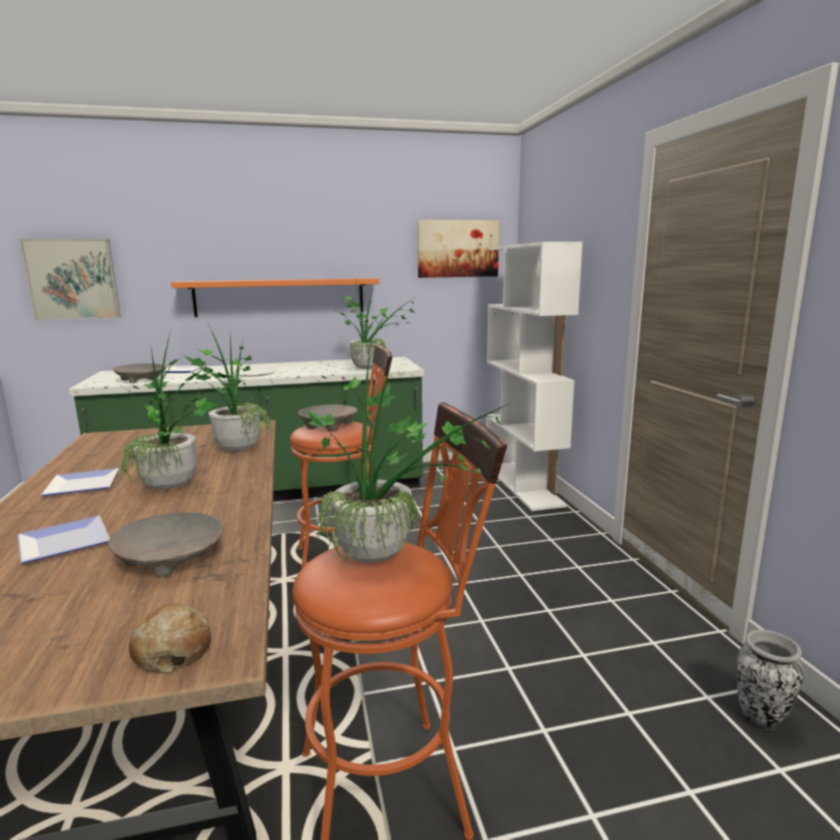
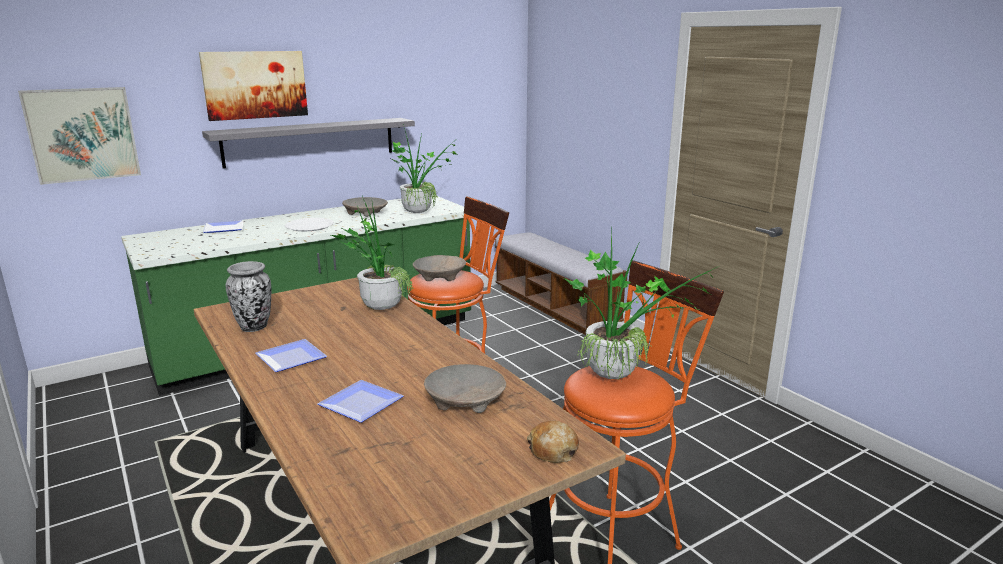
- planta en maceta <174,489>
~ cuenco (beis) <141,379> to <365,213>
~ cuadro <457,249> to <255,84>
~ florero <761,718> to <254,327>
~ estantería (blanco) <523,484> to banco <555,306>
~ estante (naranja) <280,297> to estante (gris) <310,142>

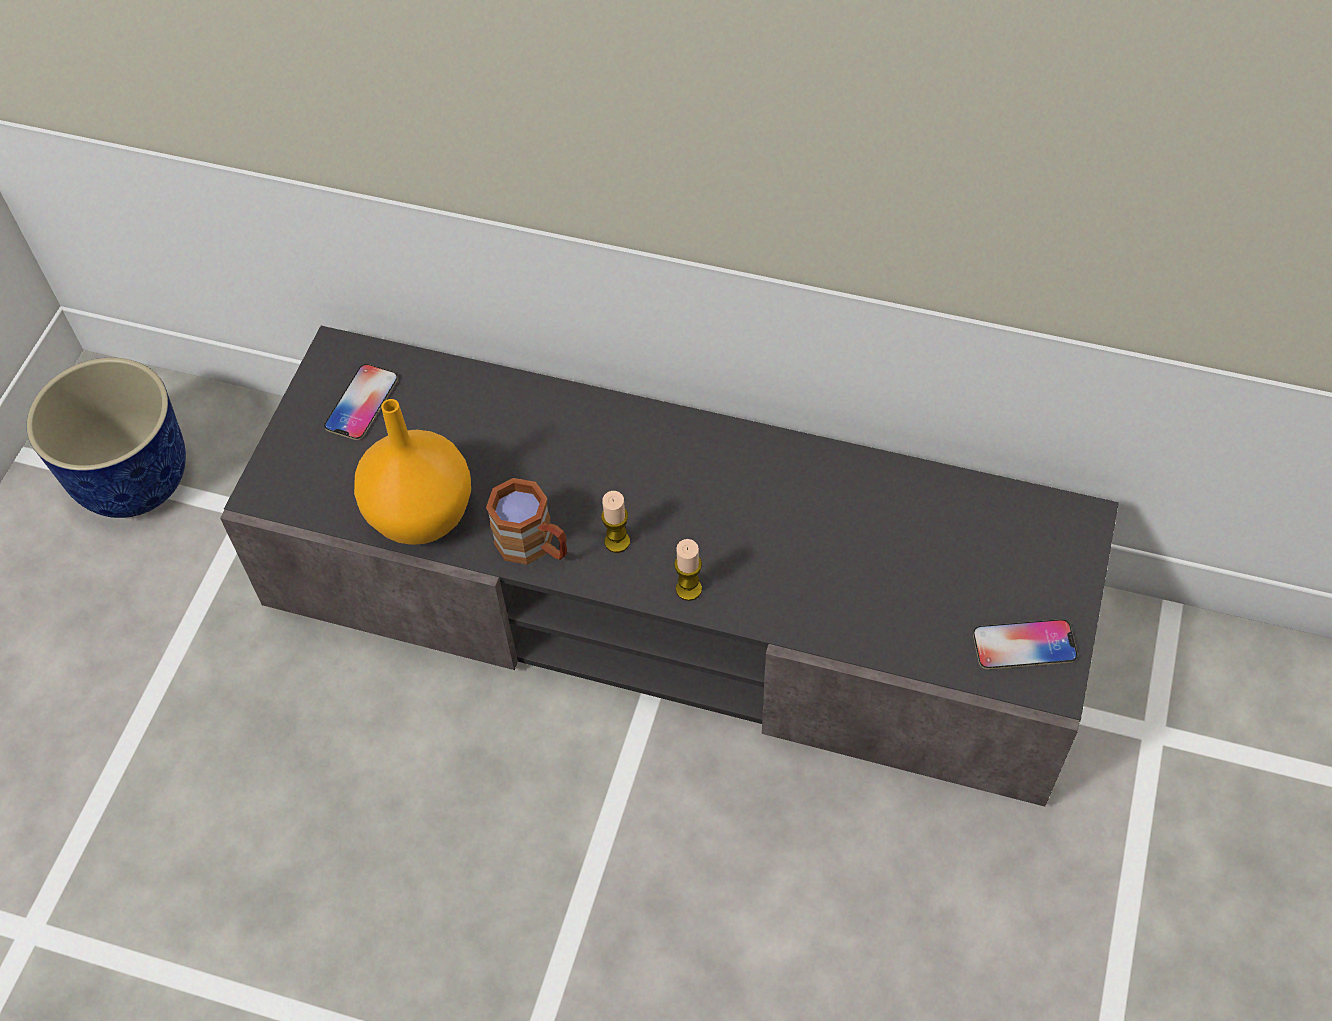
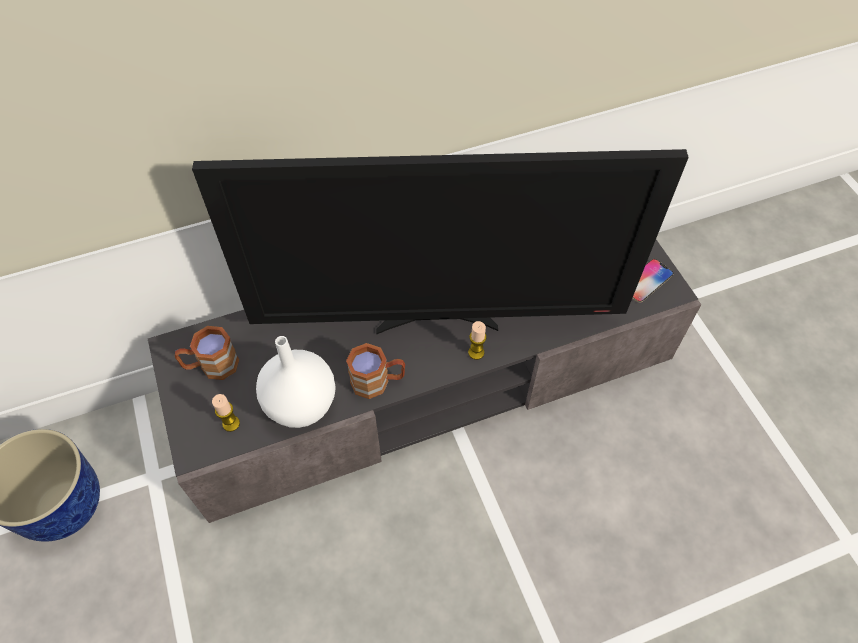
+ televisor <438,320>
~ vela <617,541> to <231,423>
~ móvil <362,403> to taza grande (marrón) <211,366>
~ florero (naranja) <421,518> to florero (blanco) <302,406>

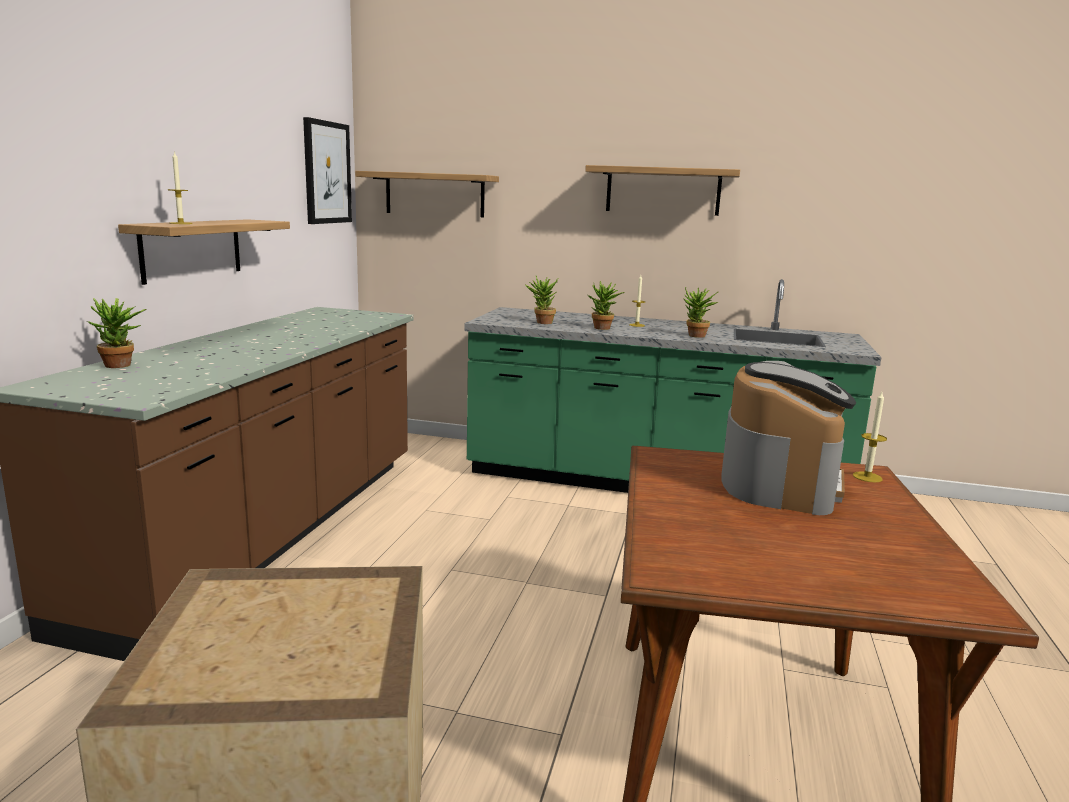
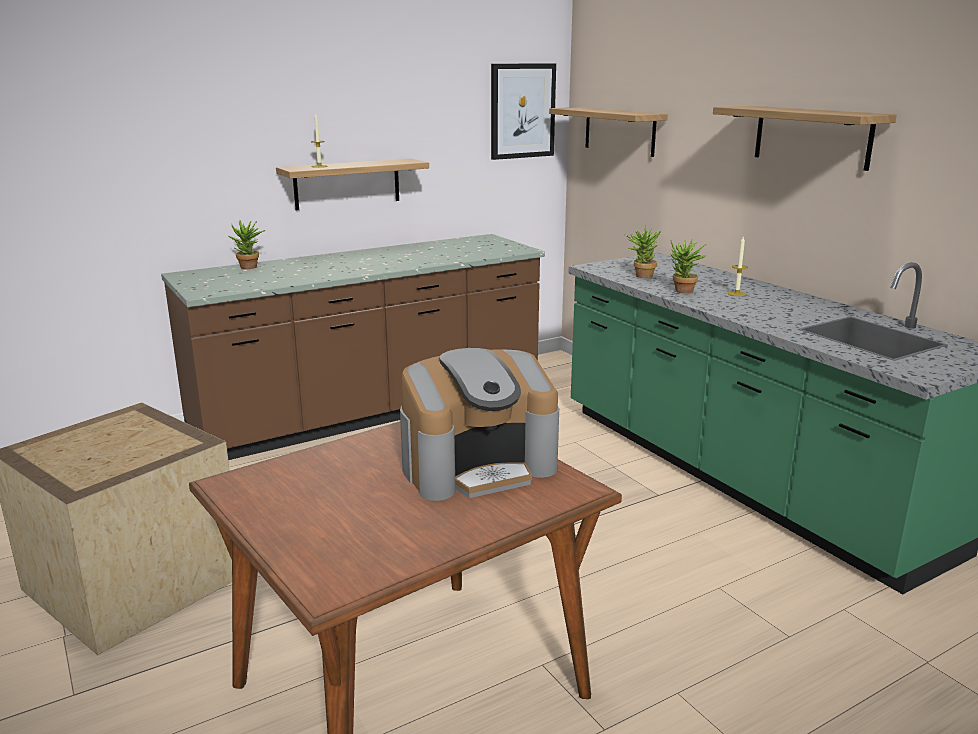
- planta en maceta <695,336>
- vela <867,477>

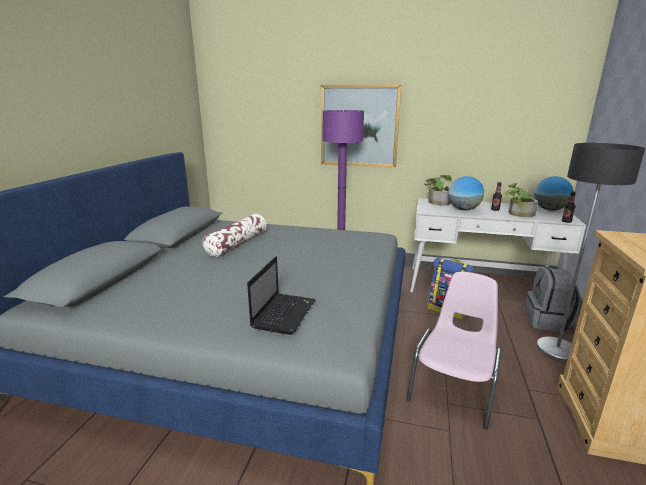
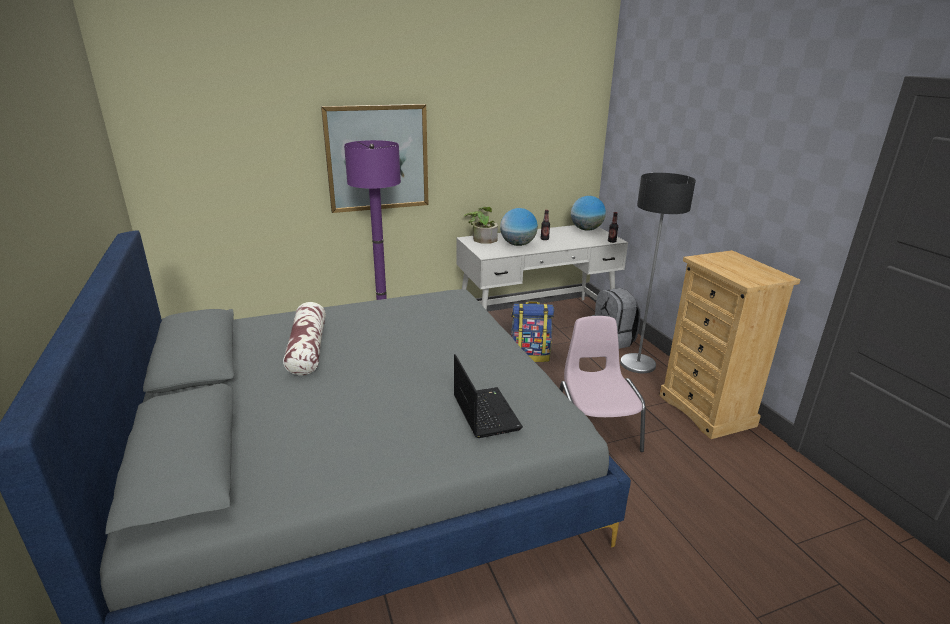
- planta en maceta <517,214>

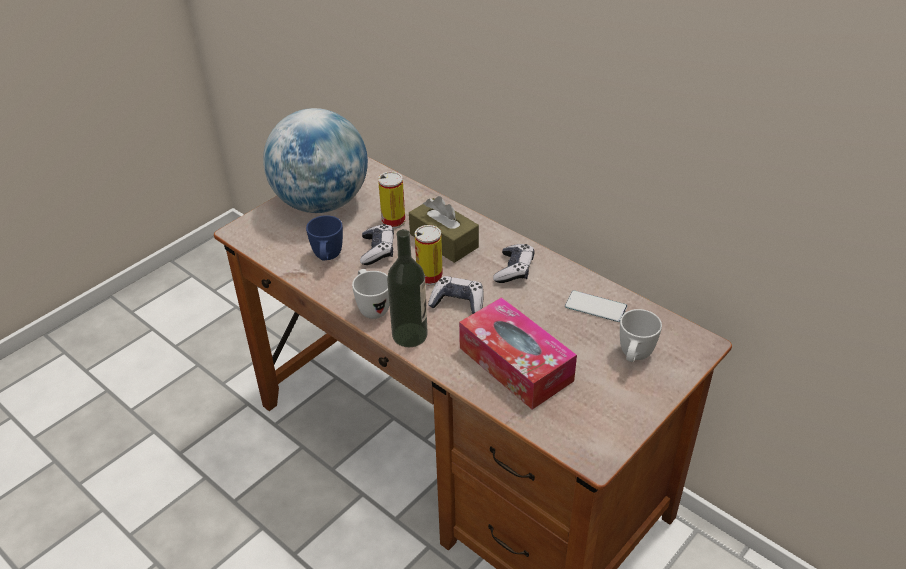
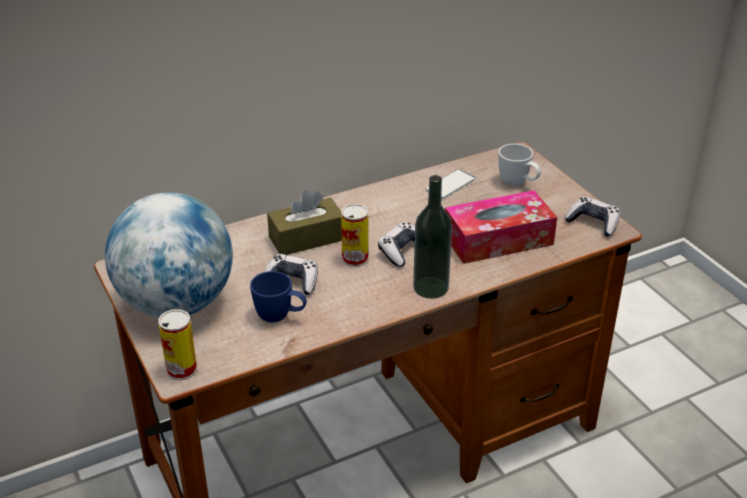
- taza grande (blanco) <371,307>
~ lata <393,221> to <181,369>
~ mando de consola <514,270> to <593,223>

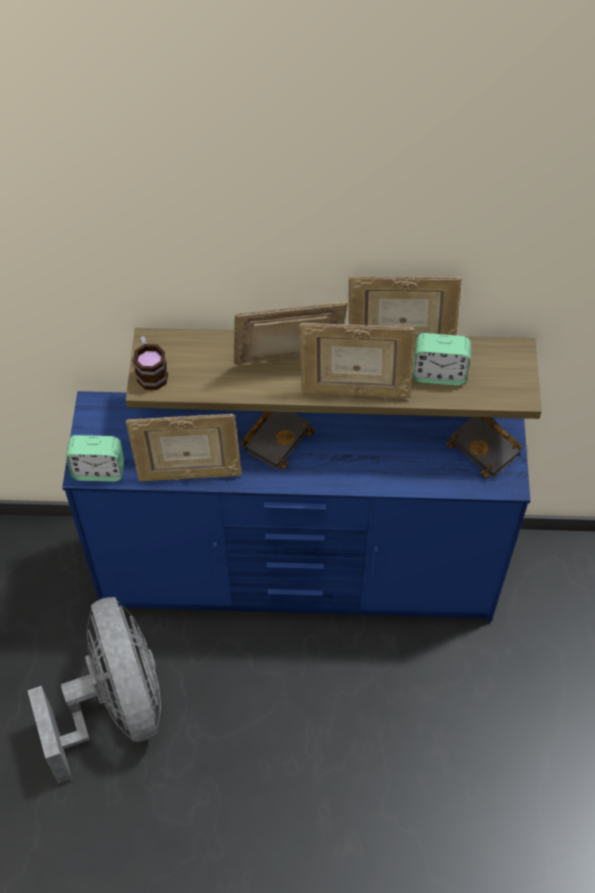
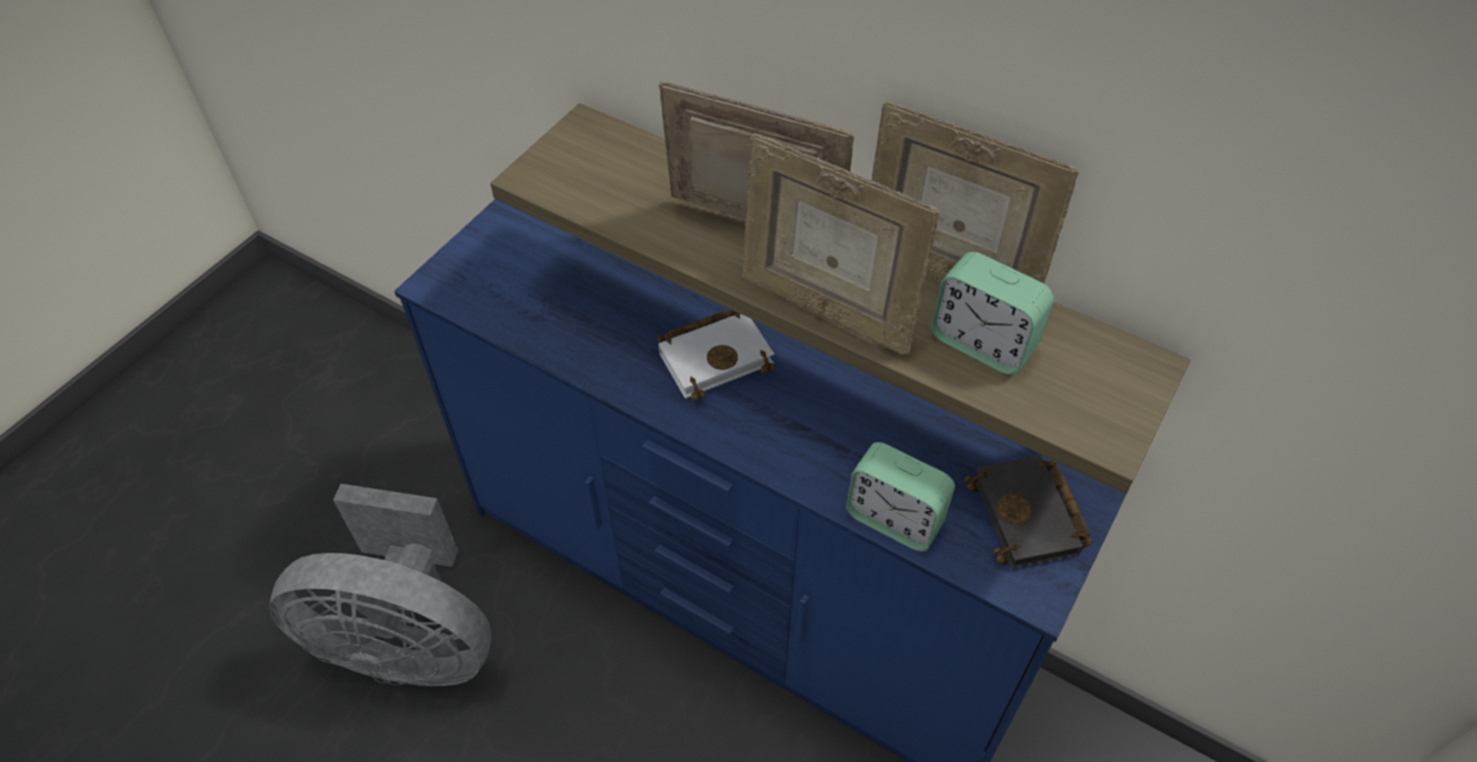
- portarretratos <188,473>
- taza grande <150,372>
~ despertador <98,471> to <894,519>
~ libro (negro) <276,438> to libro (blanco) <716,356>
~ ventilador (gris) <115,707> = <410,641> 90 degrees clockwise

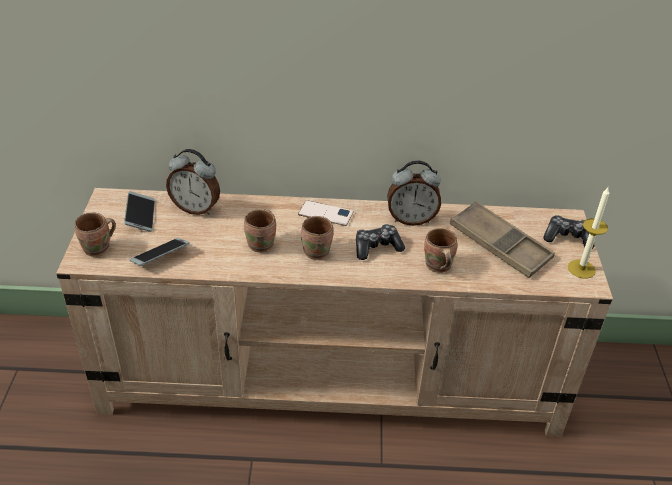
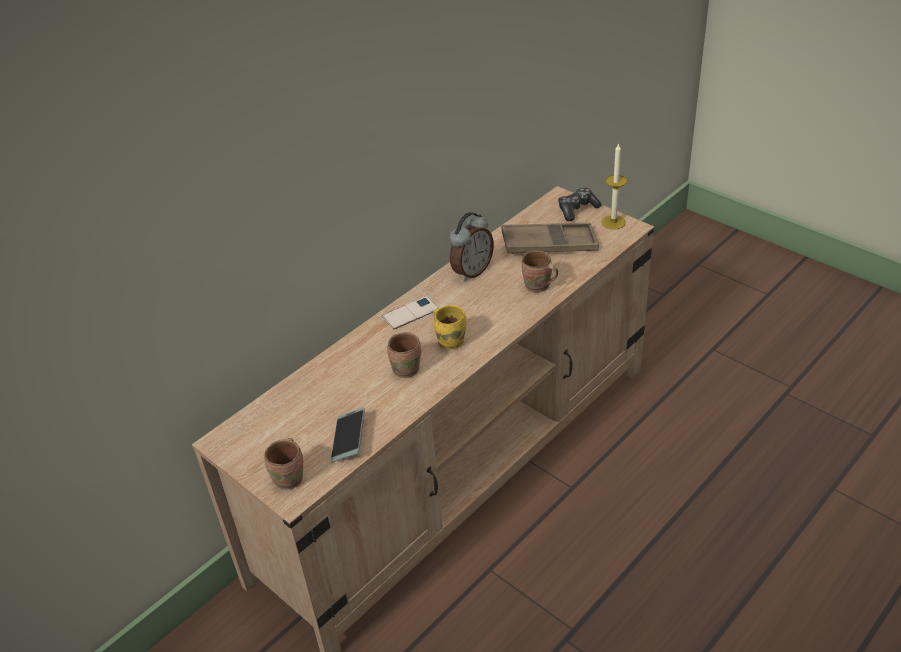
- móvil <140,216>
- despertador <196,208>
- mando de consola <377,247>
~ taza grande (marrón) <318,251> to taza grande (amarillo) <451,340>

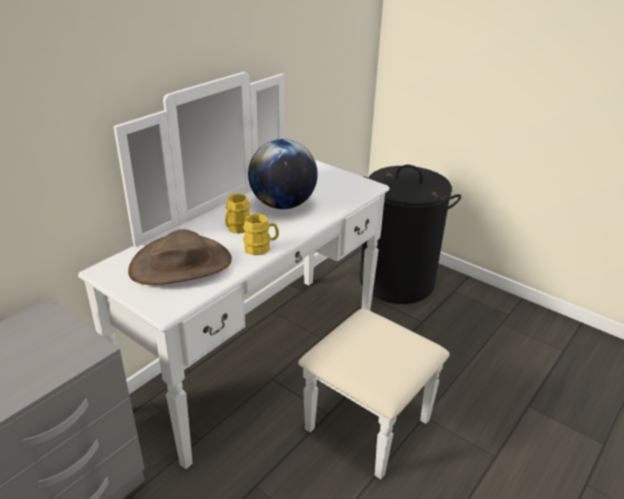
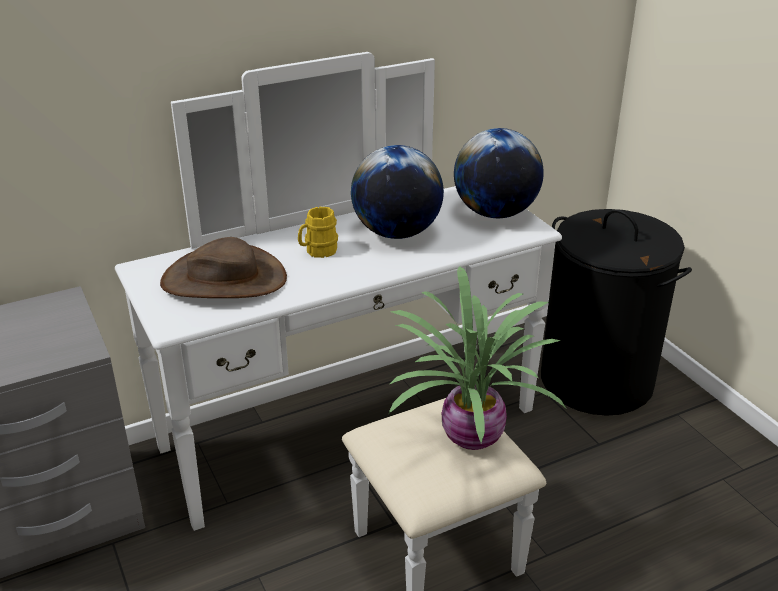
- taza grande (amarillo) <261,248>
+ planta en maceta <471,434>
+ globo terráqueo <495,213>

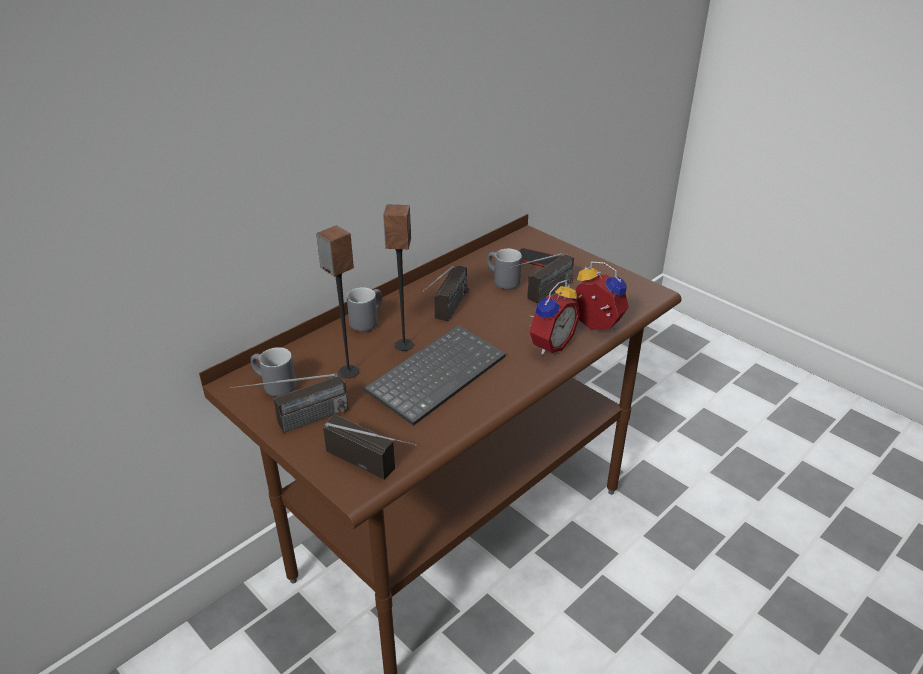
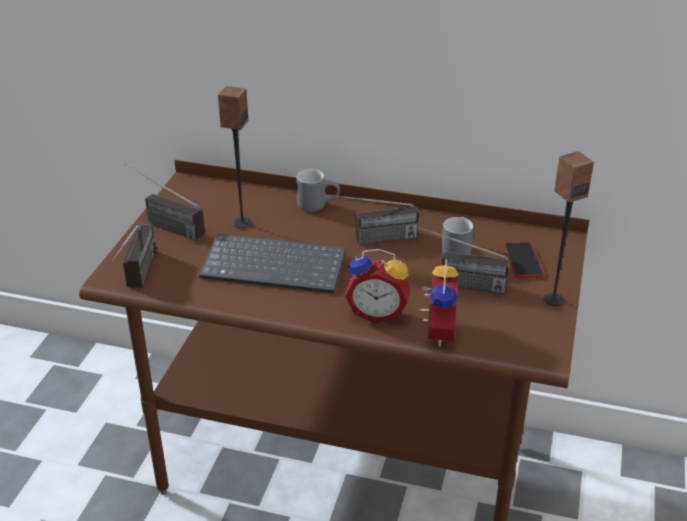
- taza grande (gris) <273,387>
~ altavoz <403,345> to <553,299>

